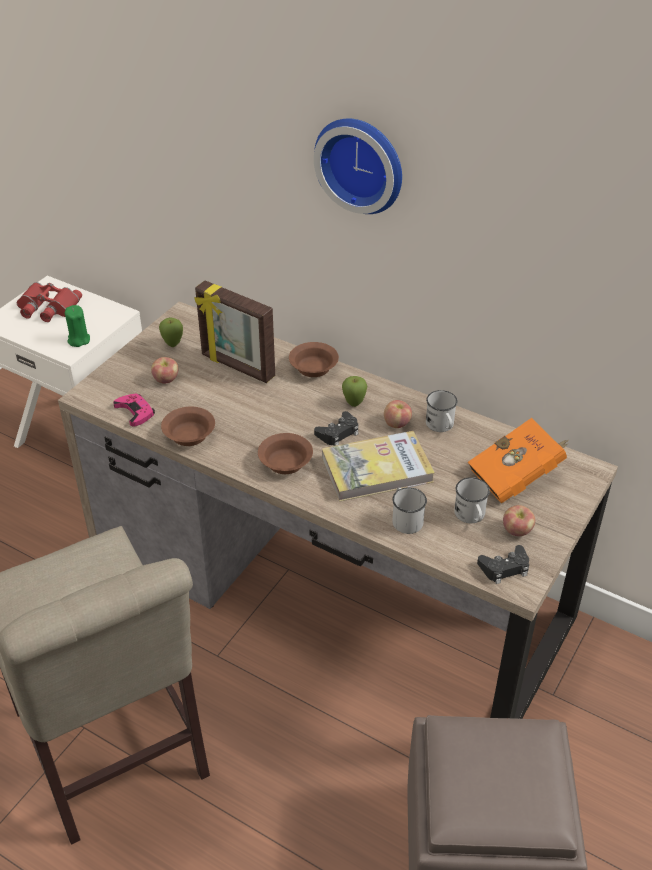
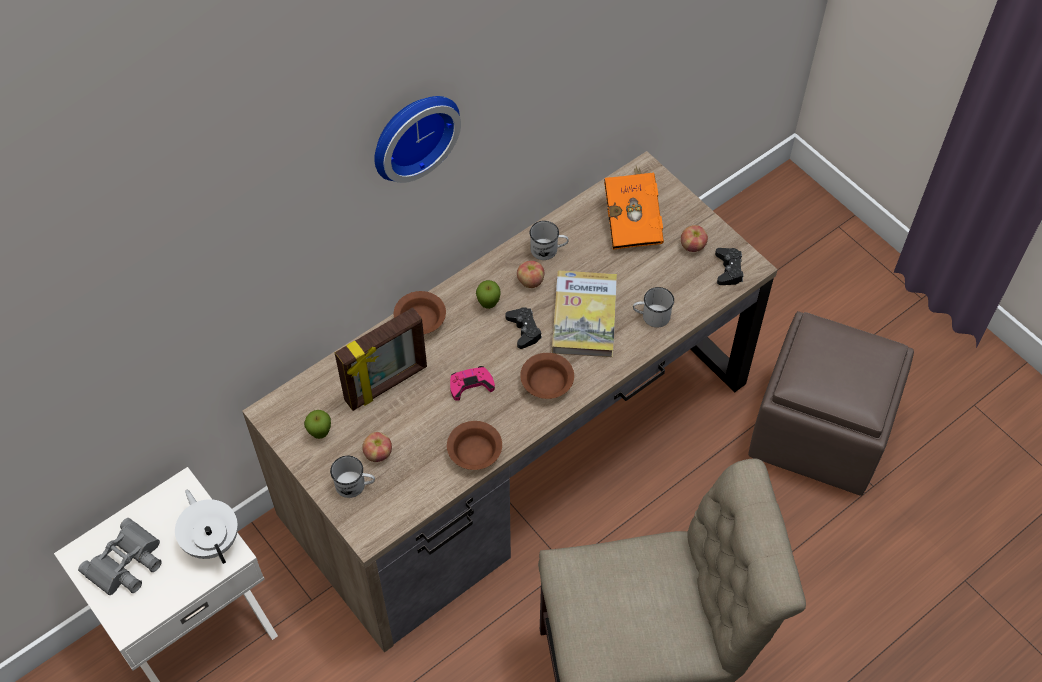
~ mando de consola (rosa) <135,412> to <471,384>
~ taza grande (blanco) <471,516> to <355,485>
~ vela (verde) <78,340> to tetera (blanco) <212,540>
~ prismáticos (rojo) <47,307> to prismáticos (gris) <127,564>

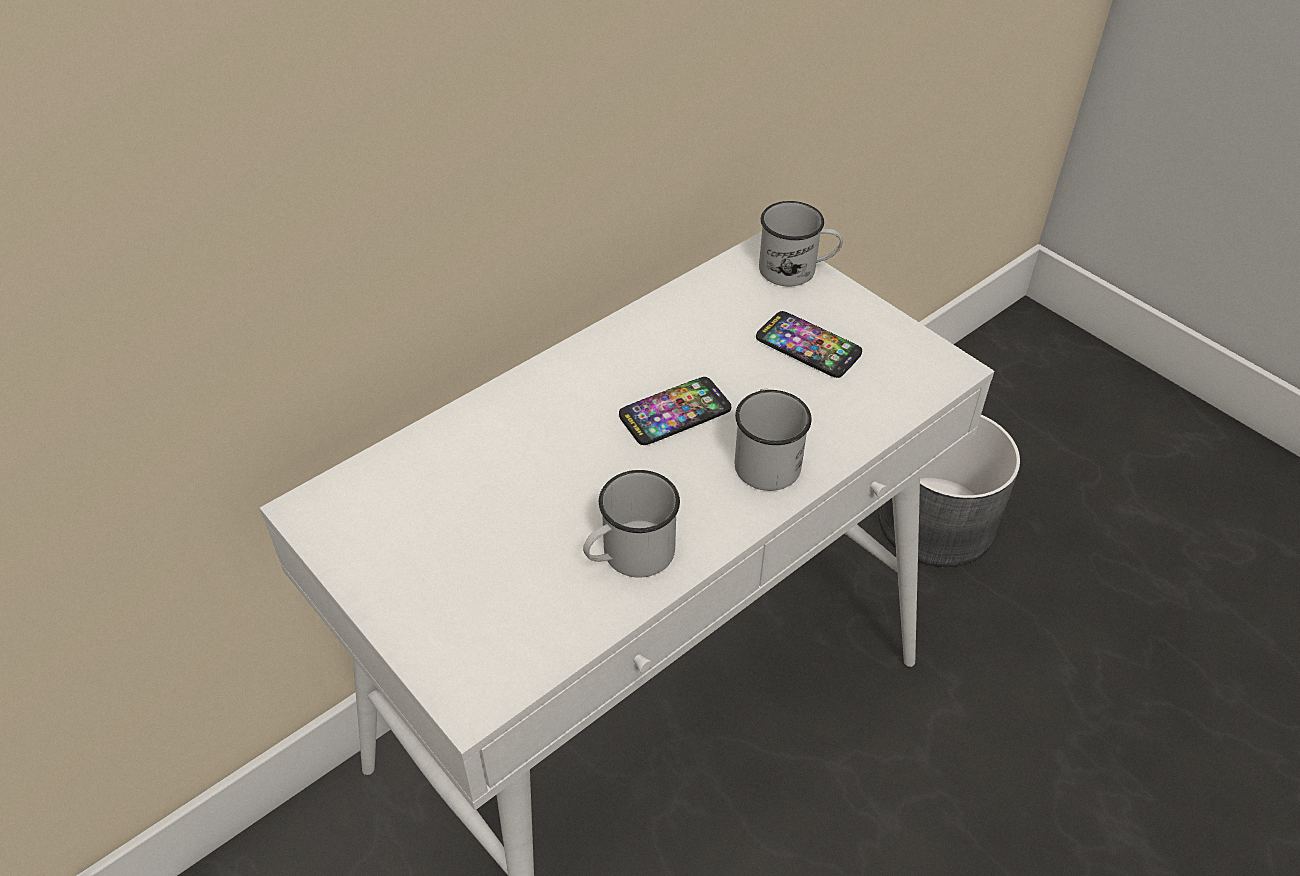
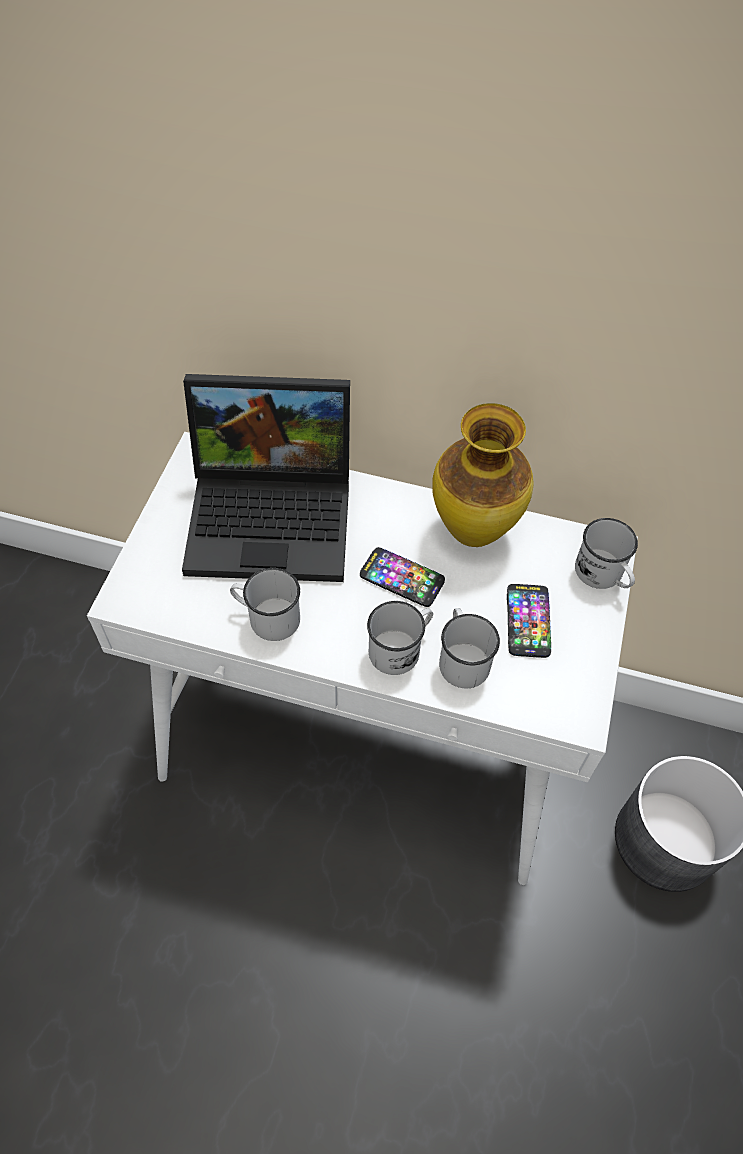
+ portátil <275,515>
+ florero <474,530>
+ taza grande (blanco) <462,658>

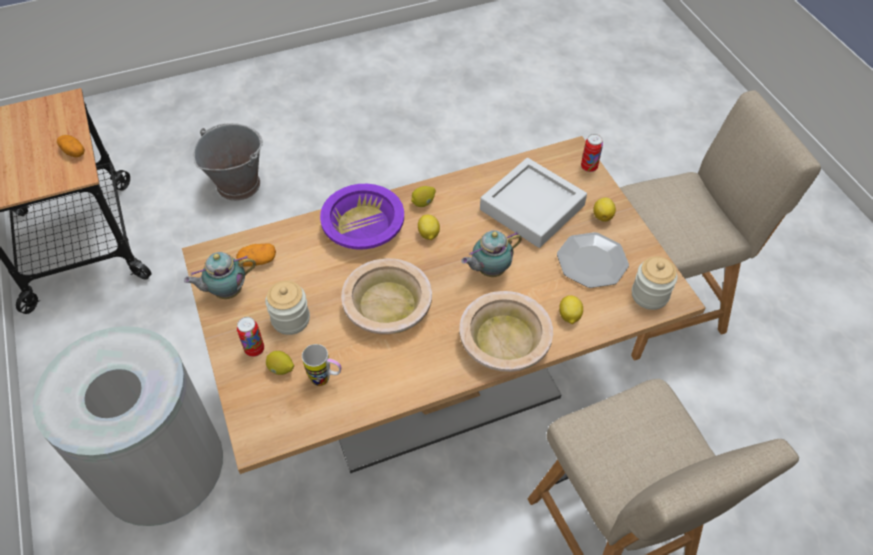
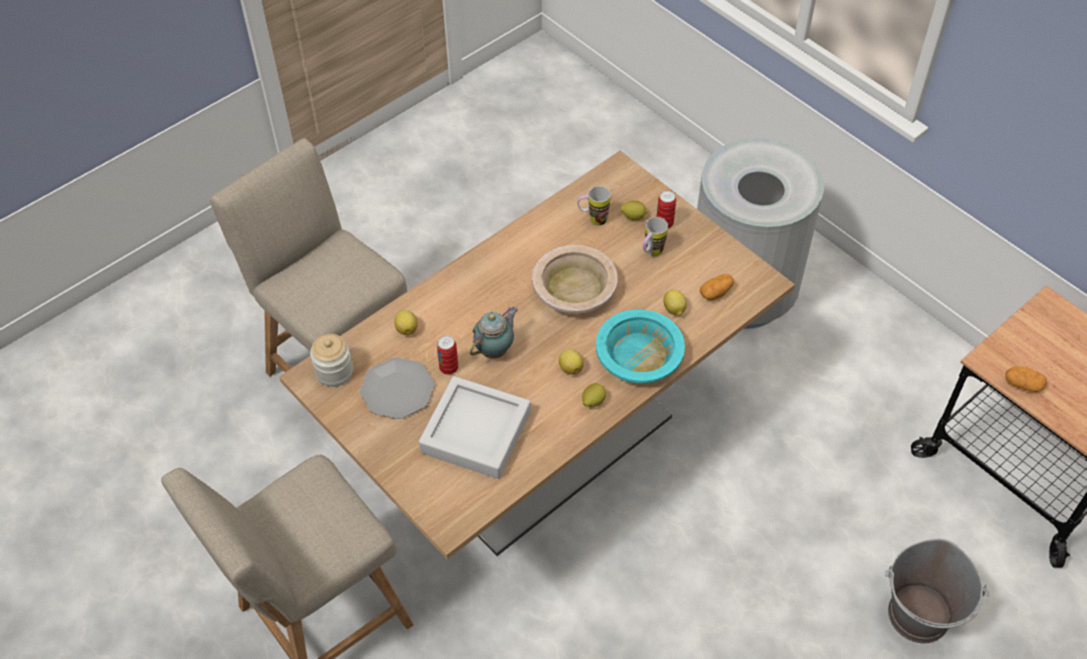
- tetera <226,291>
- cuenco (beis) <504,340>
~ lata <589,167> to <449,368>
~ limón <602,216> to <674,310>
~ tarro <290,319> to taza grande <651,254>
~ cuenco (morado) <363,226> to cuenco (turquesa) <639,356>

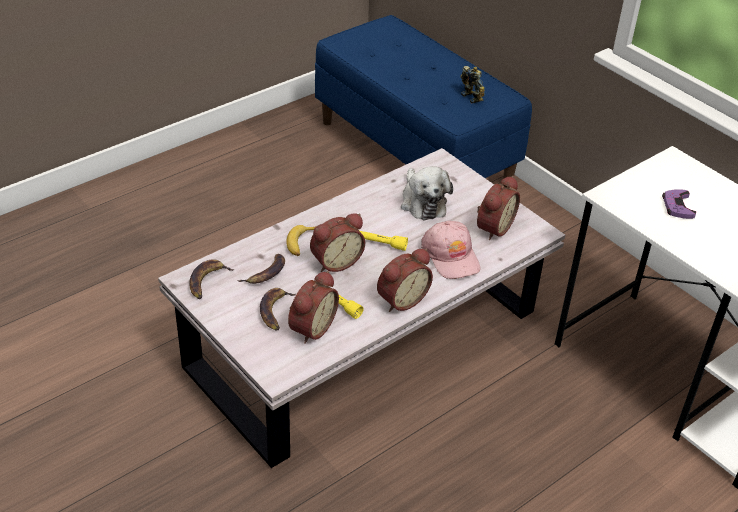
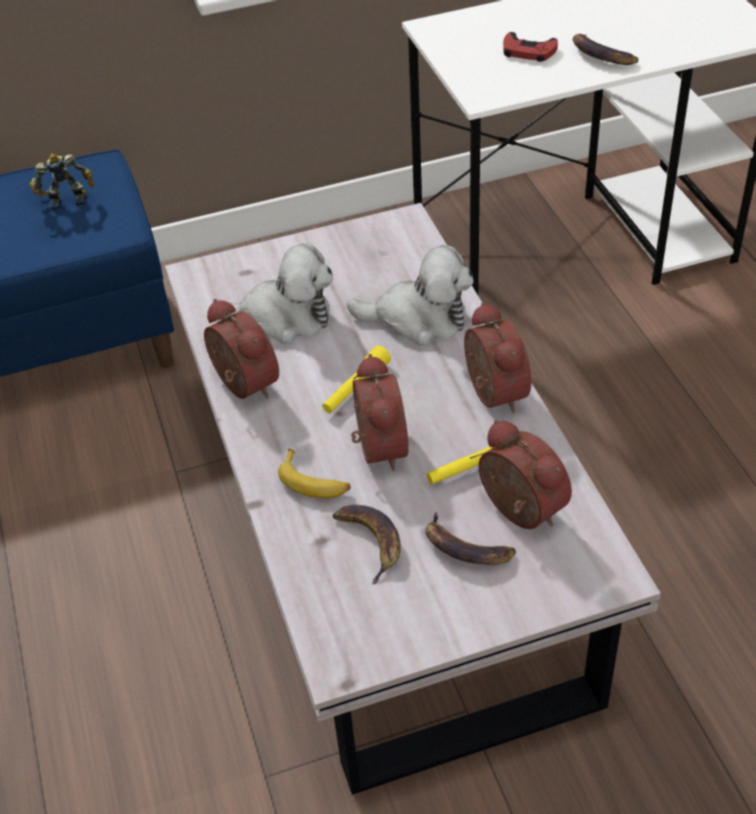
~ plátano <207,281> to <600,55>
~ despertador <492,227> to <241,385>
~ gorra (rosa) <451,256> to peluche <418,319>
~ mando de consola (morado) <677,207> to mando de consola (rojo) <528,52>

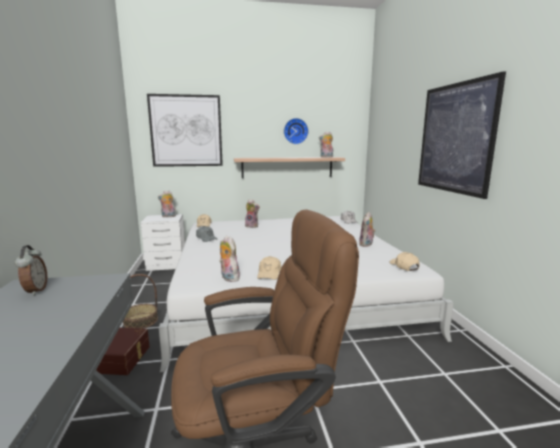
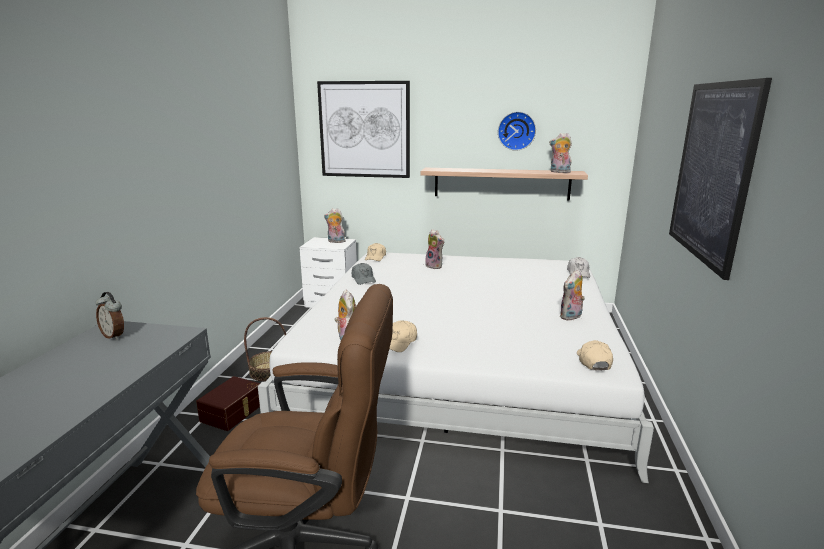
~ despertador <35,291> = <114,336> 120 degrees clockwise

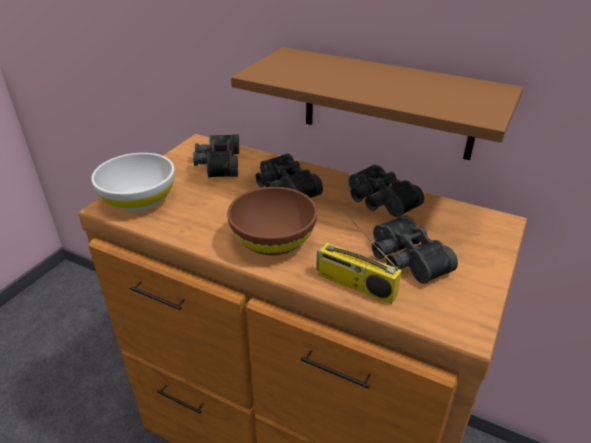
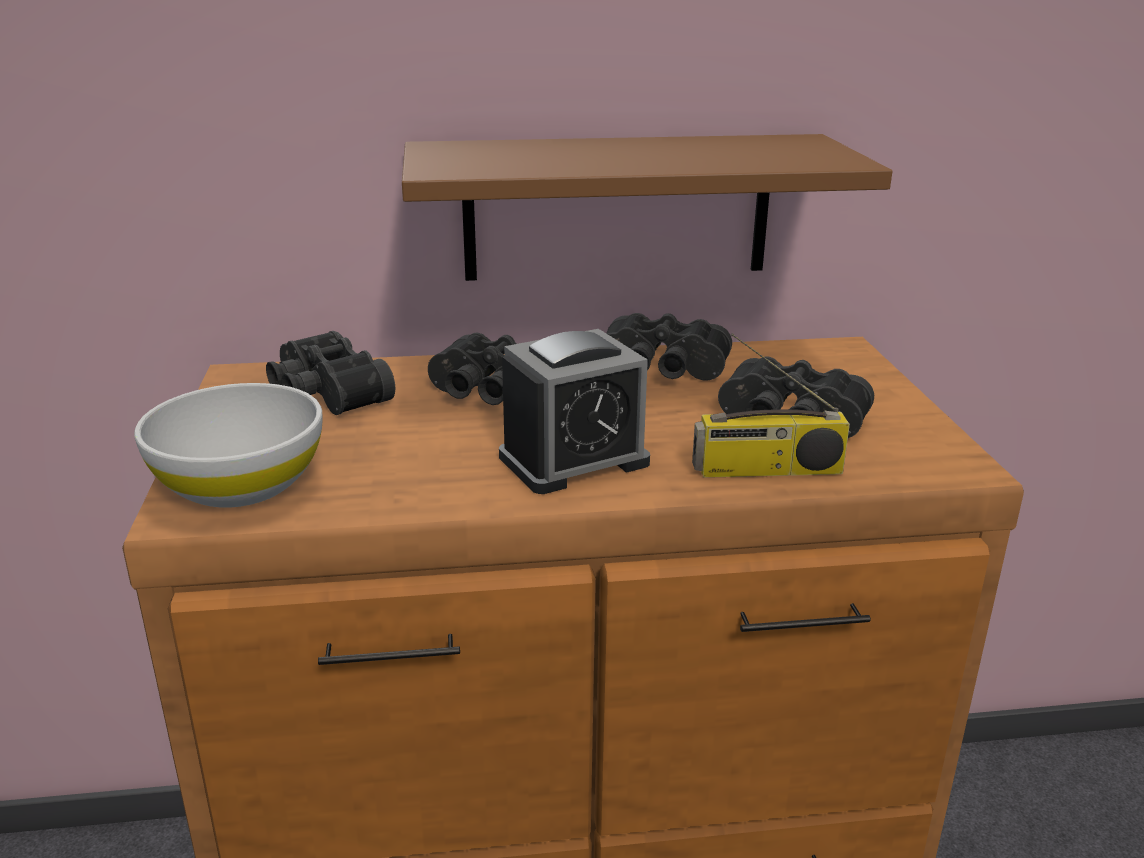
~ cuenco (marrón) <273,240> to despertador <574,460>

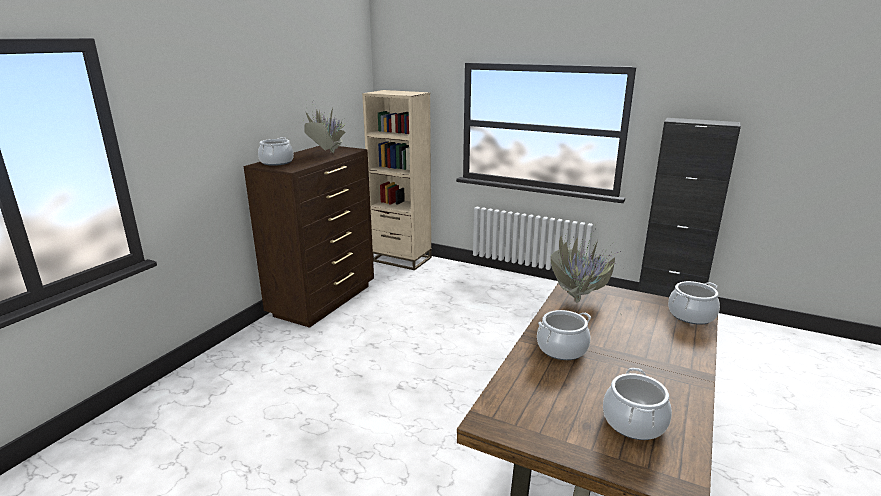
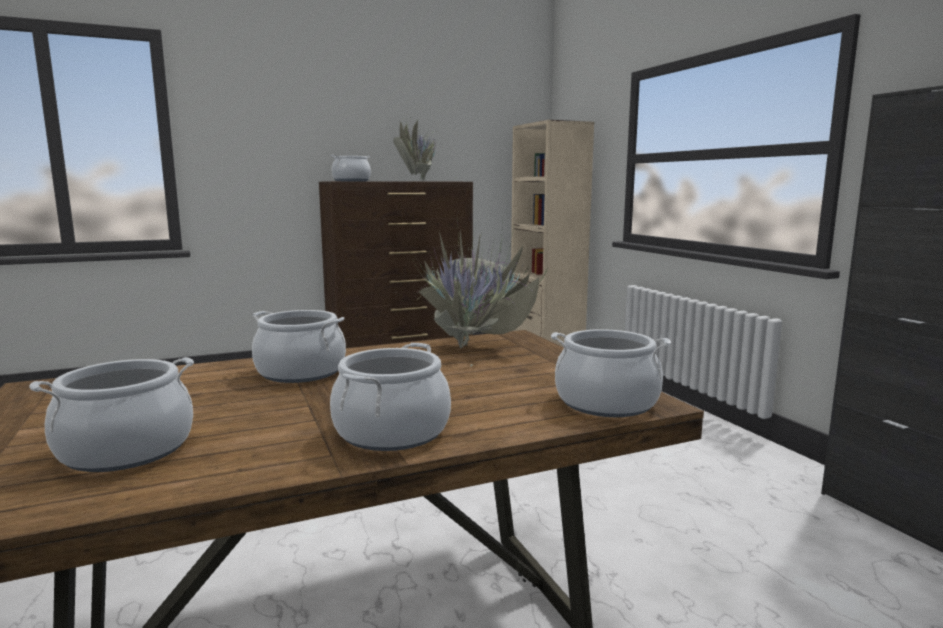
+ olla <392,432>

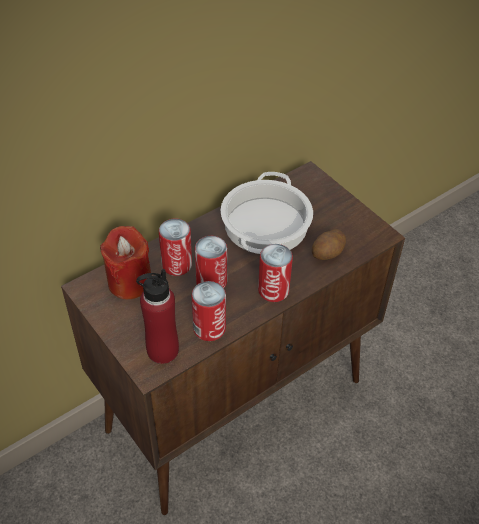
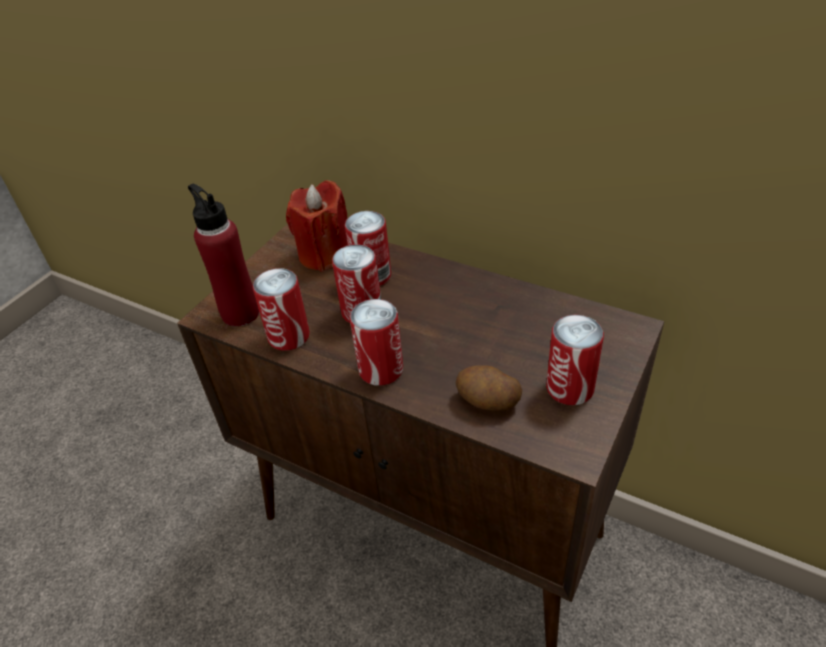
- olla <266,225>
+ lata <569,388>

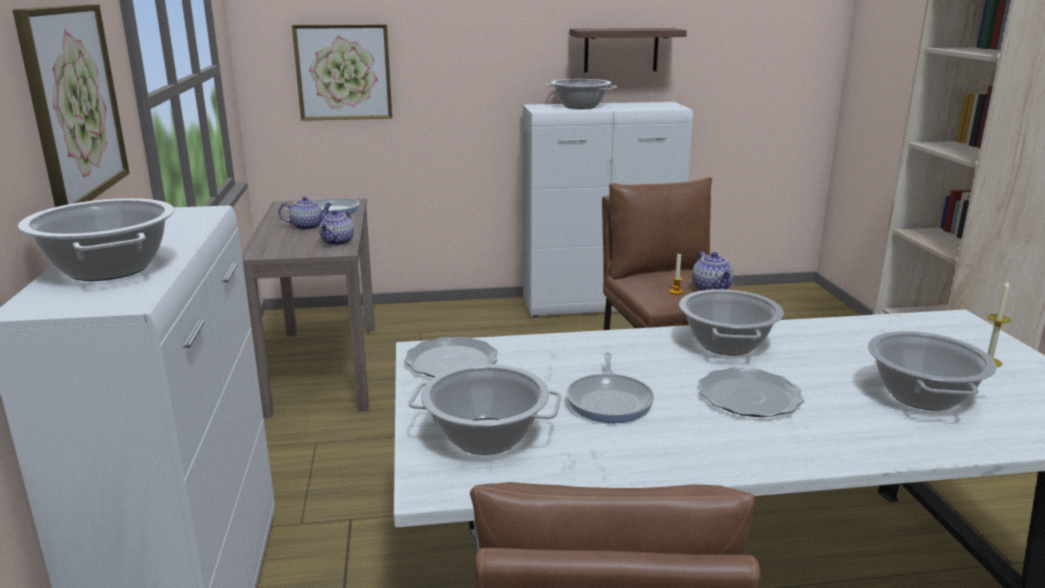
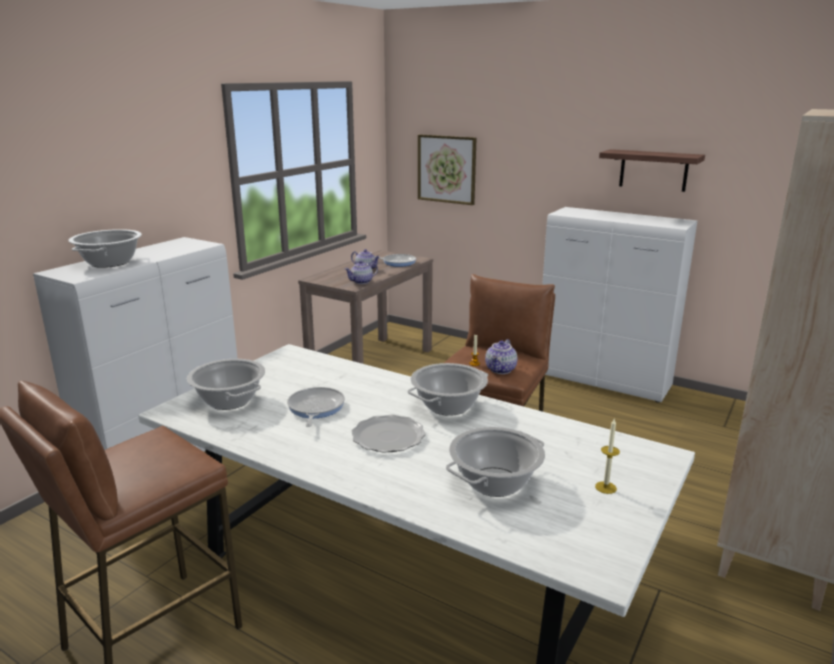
- cuadro <73,103>
- plato <451,362>
- olla <580,106>
~ sartén <610,401> = <315,408> 135 degrees clockwise

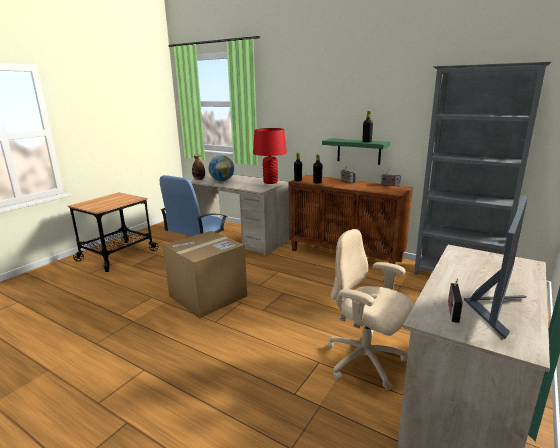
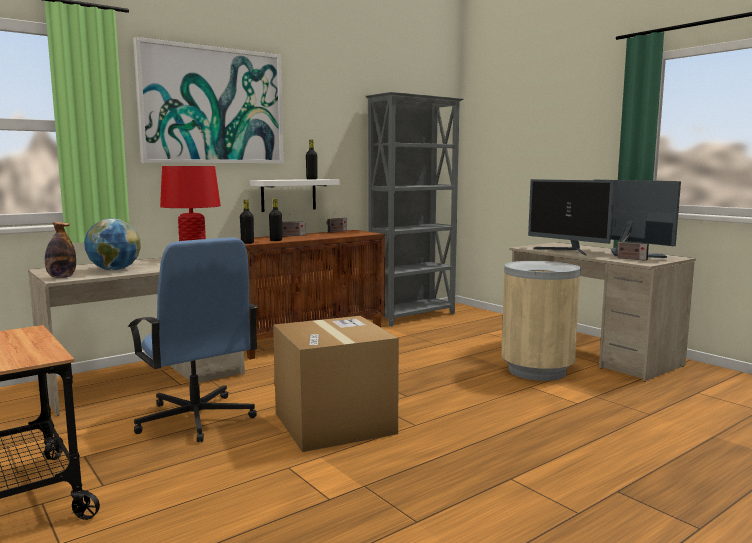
+ cuadro <213,106>
+ monitor <568,251>
~ silla de oficina (beis) <365,362> to papelera (beis) <536,371>
~ estante (verde) <358,151> to estante (blanco) <288,195>

